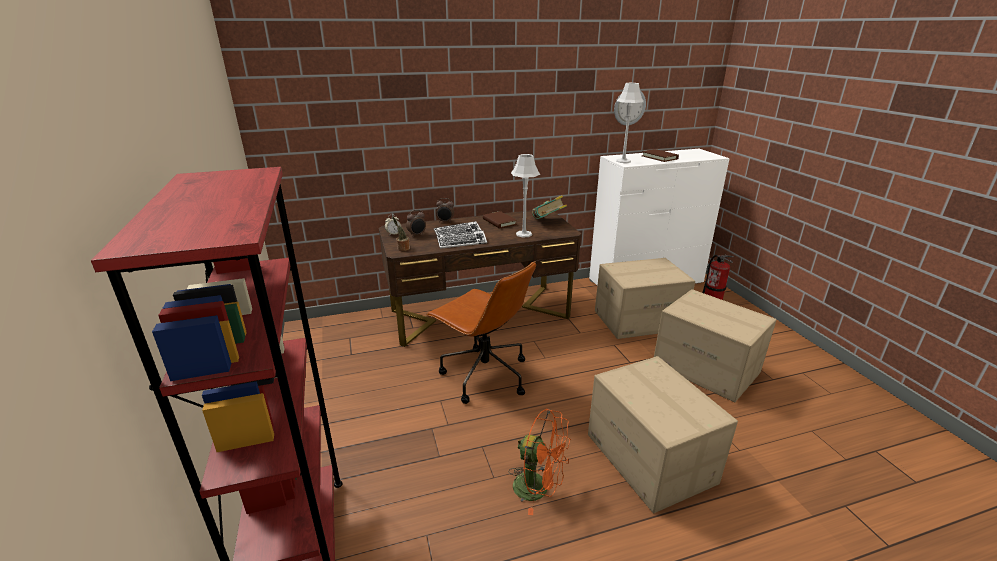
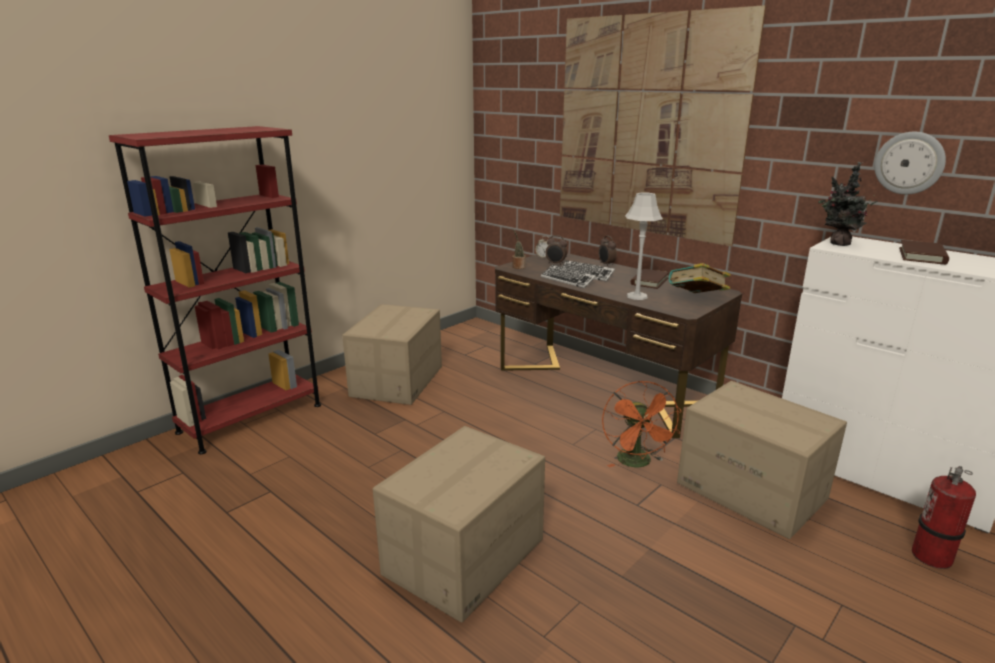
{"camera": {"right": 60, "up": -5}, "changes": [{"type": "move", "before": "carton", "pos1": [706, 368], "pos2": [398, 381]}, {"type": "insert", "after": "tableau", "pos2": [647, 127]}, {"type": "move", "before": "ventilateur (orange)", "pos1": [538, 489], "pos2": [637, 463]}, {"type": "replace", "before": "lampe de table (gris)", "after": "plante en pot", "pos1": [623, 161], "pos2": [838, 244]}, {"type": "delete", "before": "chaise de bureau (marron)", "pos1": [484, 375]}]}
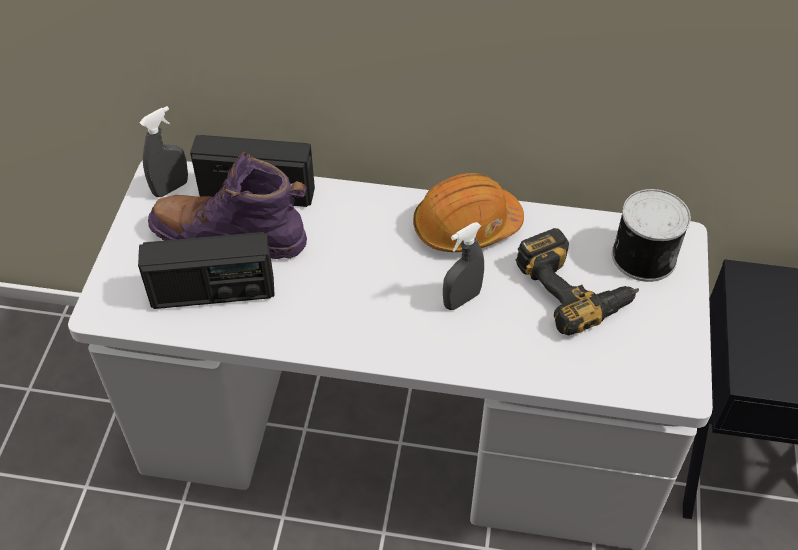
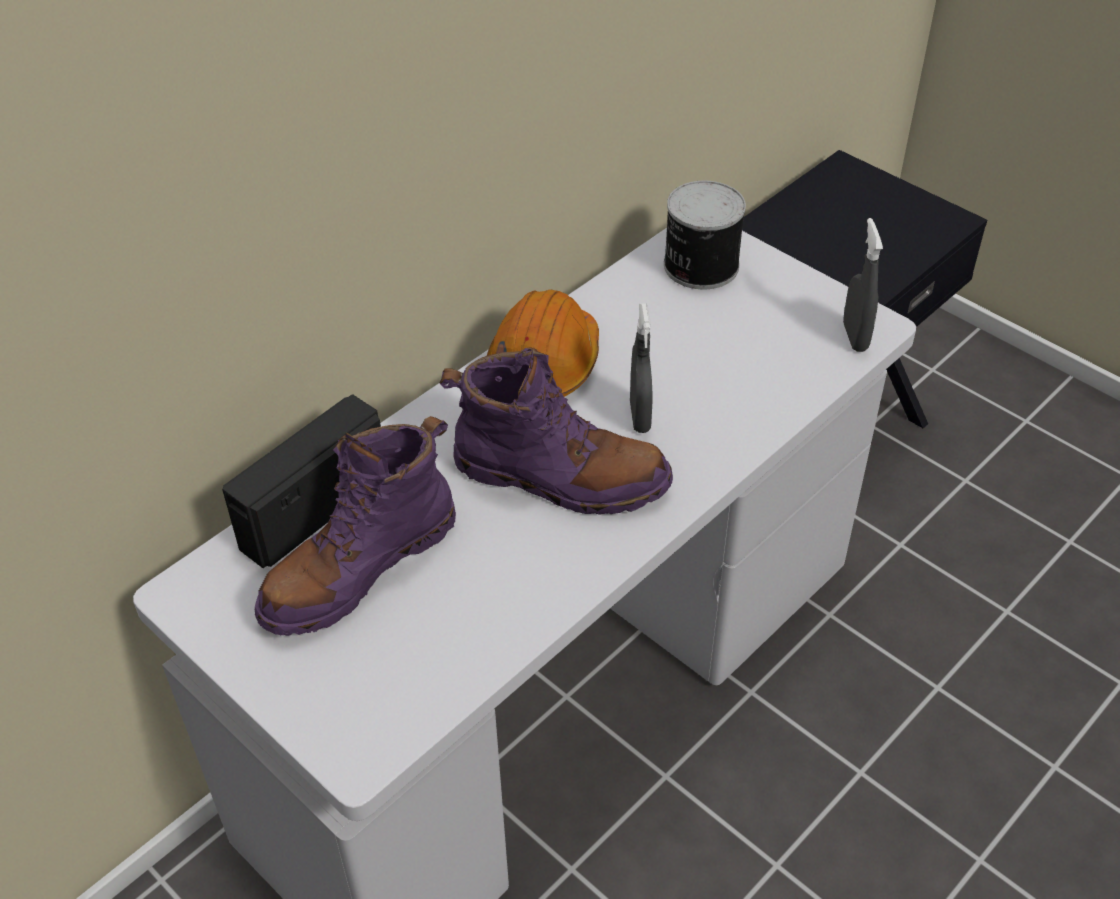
{"camera": {"right": -55, "up": -5}, "changes": [{"type": "insert", "after": "botte (violet)", "pos2": [559, 477]}, {"type": "move", "before": "vaporisateur (gris)", "pos1": [171, 188], "pos2": [855, 337]}, {"type": "delete", "before": "radio", "pos1": [213, 292]}, {"type": "delete", "before": "perceuse", "pos1": [575, 287]}]}
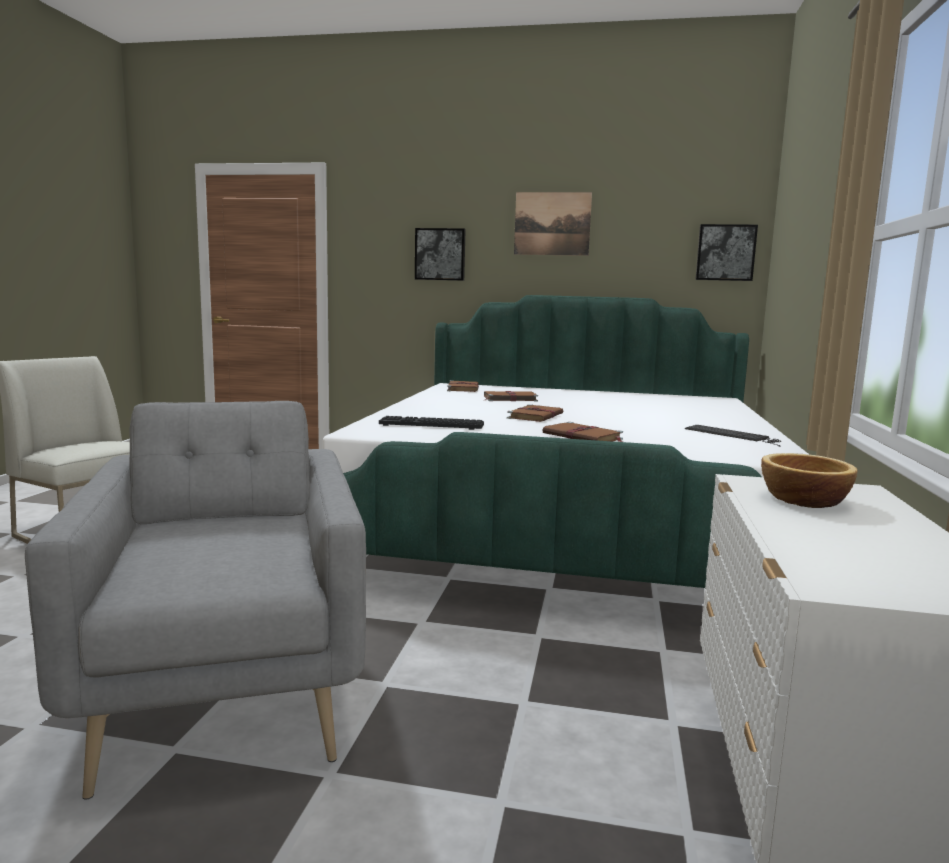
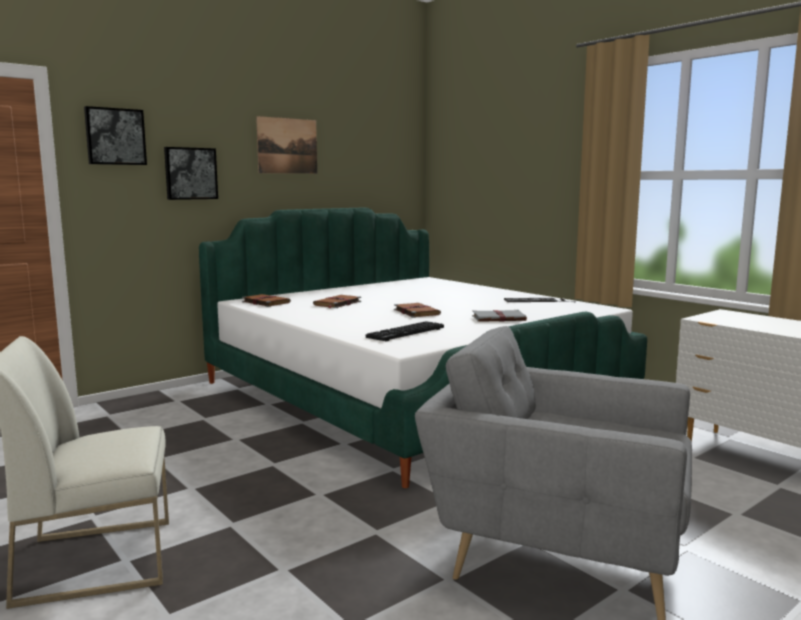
{"camera": {"right": -50, "up": 0}, "changes": [{"type": "move", "before": "tableau", "pos1": [725, 253], "pos2": [115, 136]}, {"type": "recolor", "before": "livre (marron)", "after": "livre (gris)", "pos1": [583, 437], "pos2": [499, 318]}, {"type": "delete", "before": "bol", "pos1": [802, 499]}]}
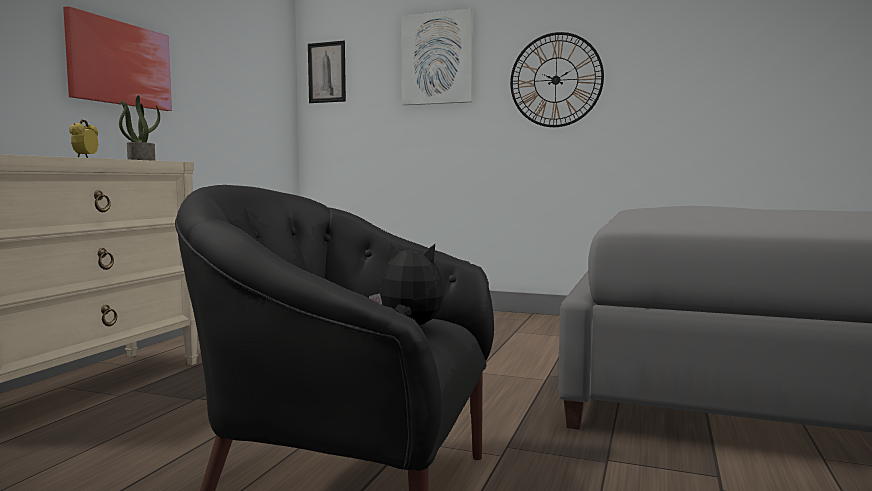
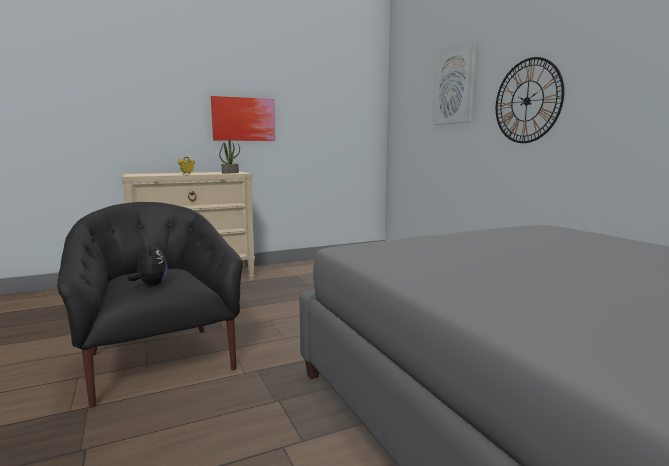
{"camera": {"right": 45, "up": 5}, "changes": [{"type": "delete", "before": "tableau", "pos1": [327, 72]}]}
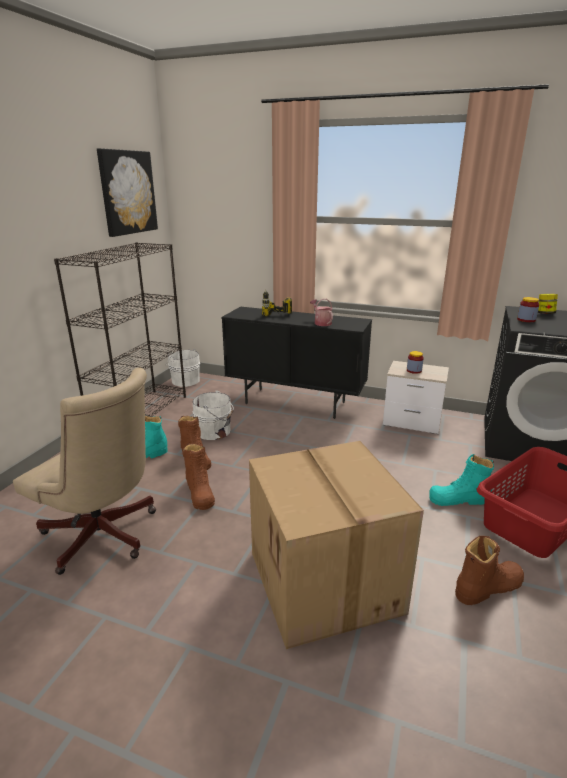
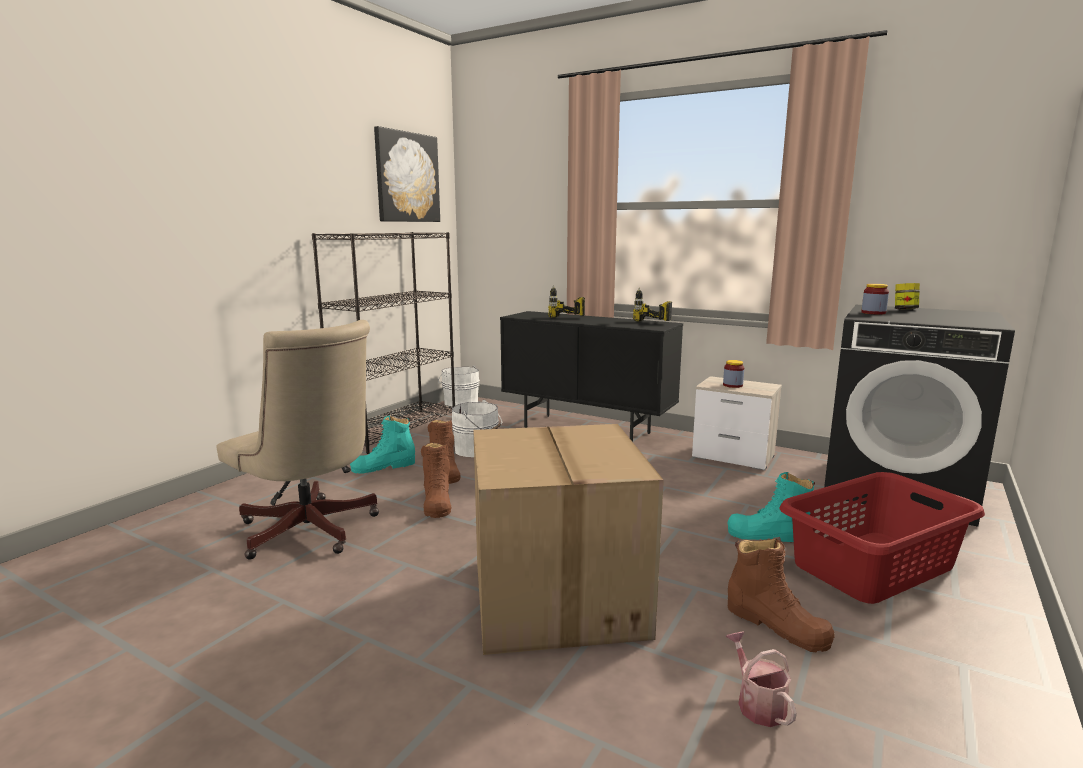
{"camera": {"right": 10, "up": -10}, "changes": [{"type": "insert", "after": "perceuse", "pos2": [647, 323]}, {"type": "move", "before": "arrosoir", "pos1": [321, 323], "pos2": [757, 703]}, {"type": "rotate", "before": "botte (marron)", "pos1": [488, 587], "pos2": [777, 625], "turn": 60}]}
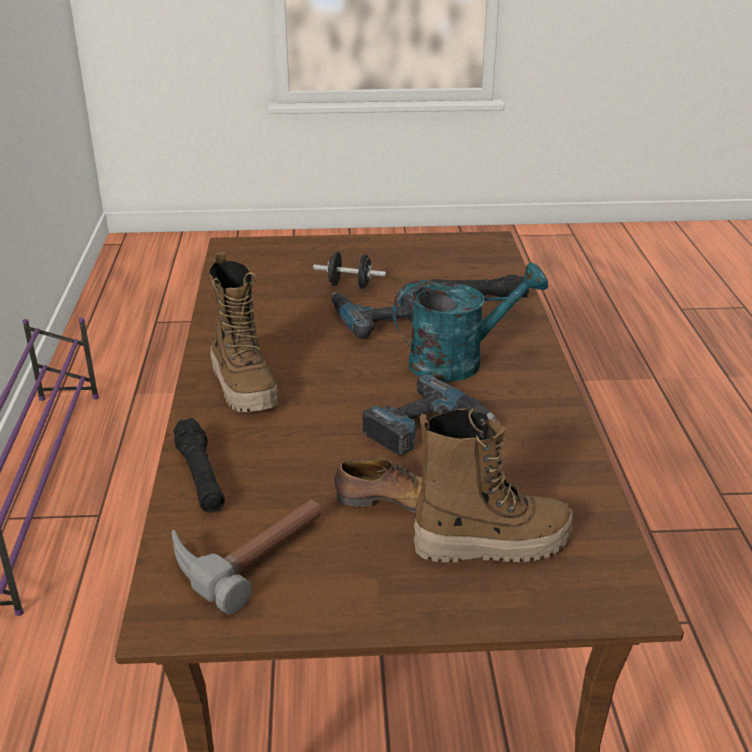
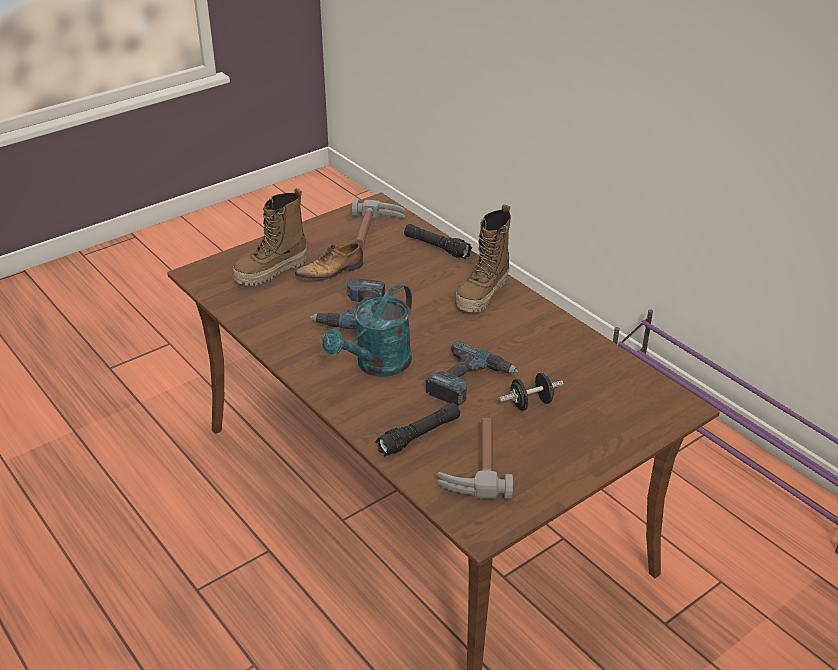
{"camera": {"right": 145, "up": 5}, "changes": [{"type": "insert", "after": "marteau", "pos2": [474, 465]}, {"type": "rotate", "before": "botte", "pos1": [244, 387], "pos2": [483, 295], "turn": -90}]}
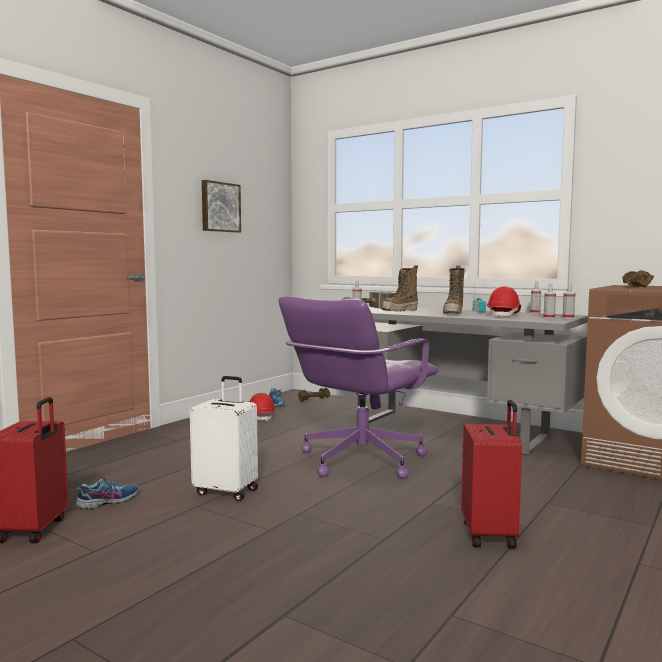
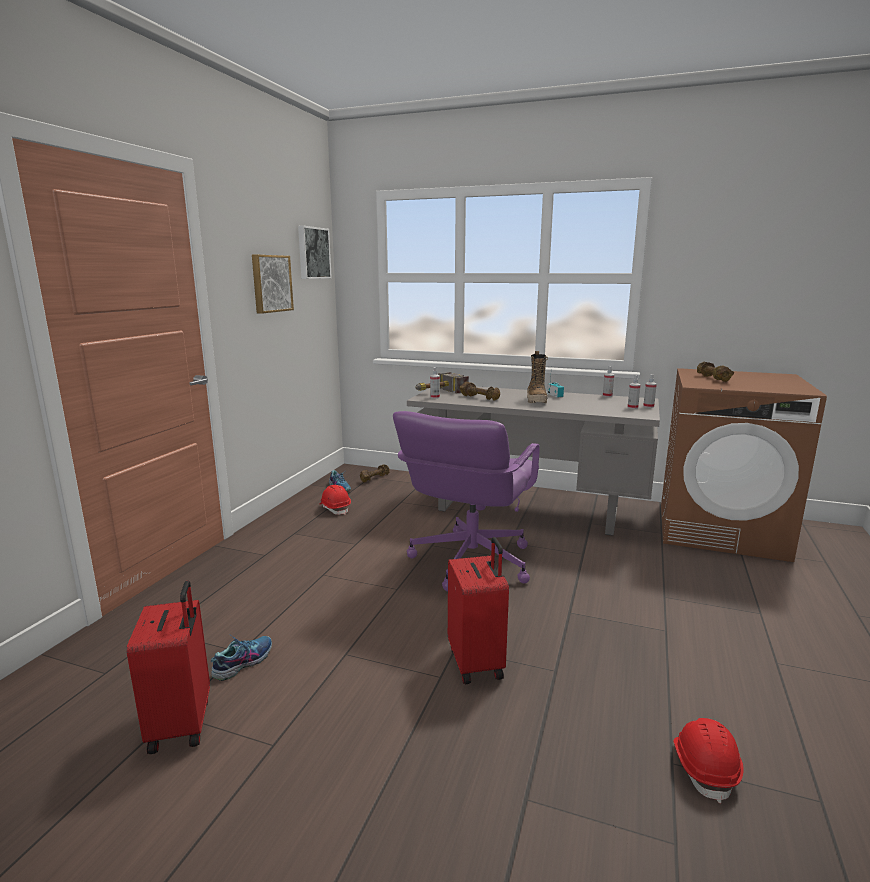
{"camera": {"right": -15, "up": 10}, "changes": [{"type": "insert", "after": "tableau", "pos2": [313, 253]}, {"type": "move", "before": "valise (rouge)", "pos1": [490, 534], "pos2": [477, 662]}, {"type": "replace", "before": "botte", "after": "haltère (marron)", "pos1": [400, 311], "pos2": [480, 398]}, {"type": "move", "before": "casque de chantier (rouge)", "pos1": [504, 315], "pos2": [704, 768]}, {"type": "delete", "before": "valise (blanc)", "pos1": [227, 491]}]}
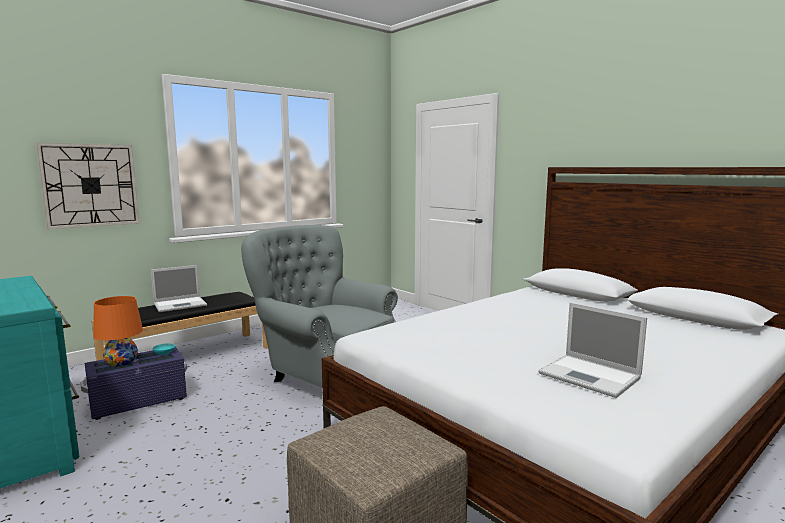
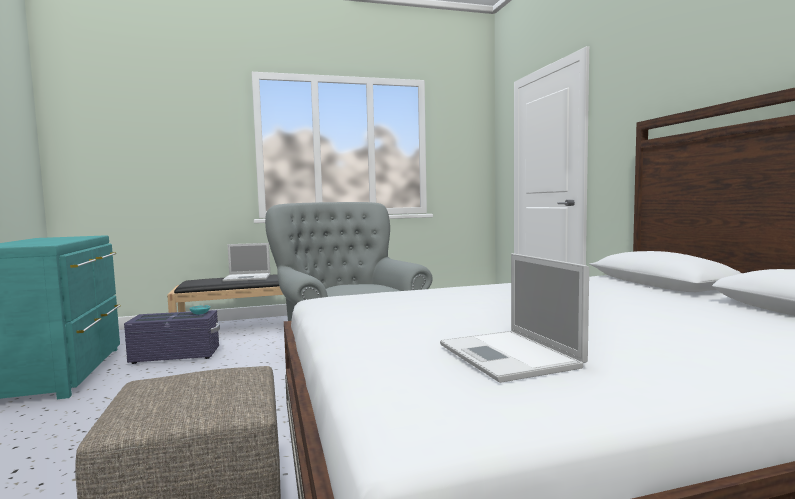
{"camera": {"right": 25, "up": -5}, "changes": [{"type": "delete", "before": "horloge murale", "pos1": [90, 185]}, {"type": "delete", "before": "lampe de table (orange)", "pos1": [121, 362]}]}
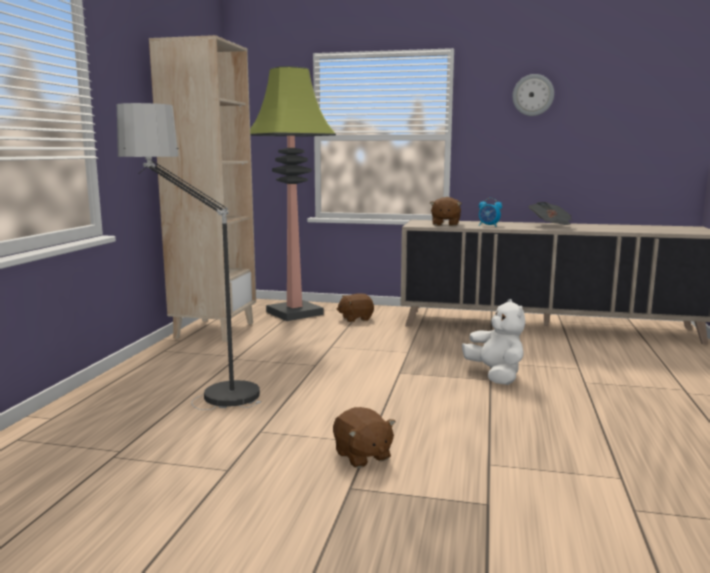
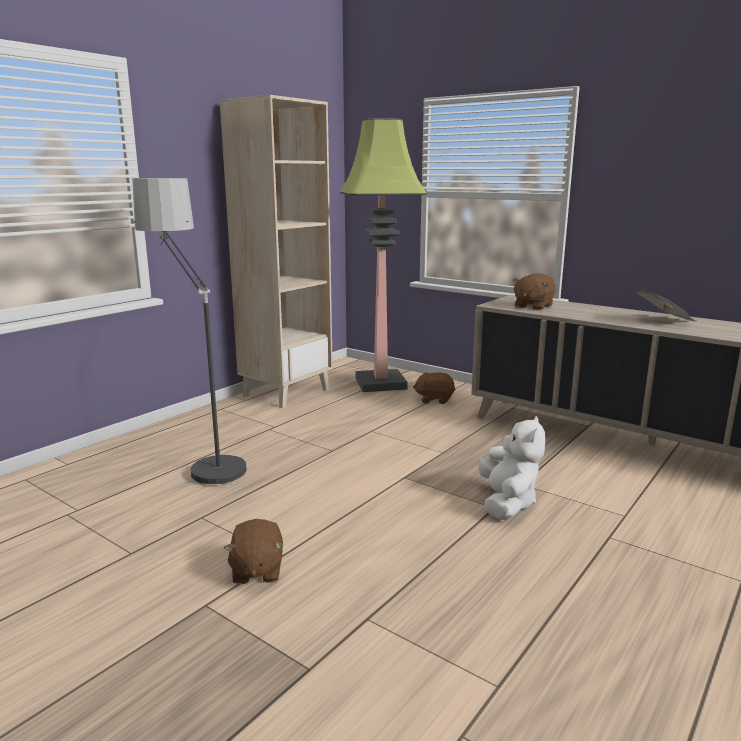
{"camera": {"right": 25, "up": 5}, "changes": [{"type": "delete", "before": "réveil", "pos1": [488, 226]}, {"type": "delete", "before": "horloge murale", "pos1": [533, 95]}]}
